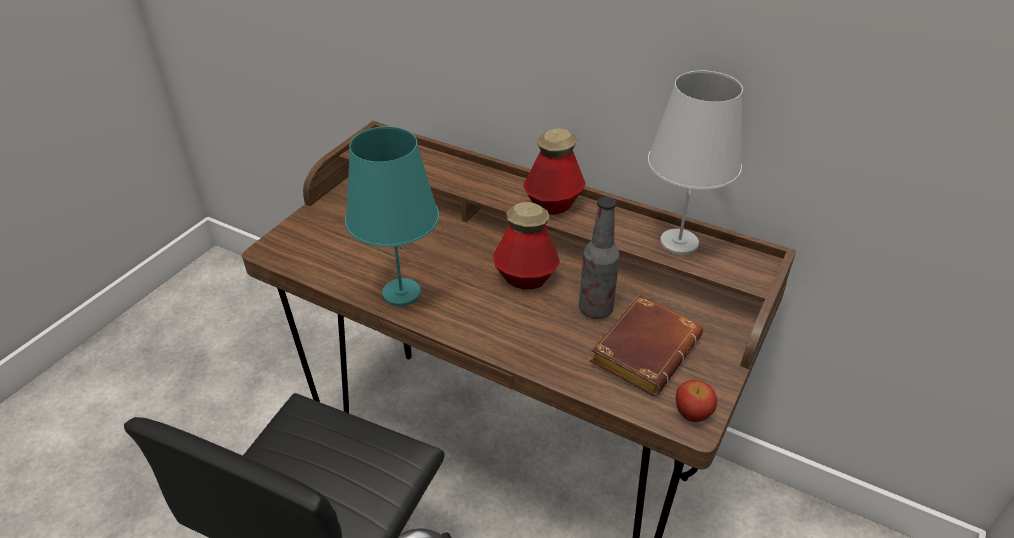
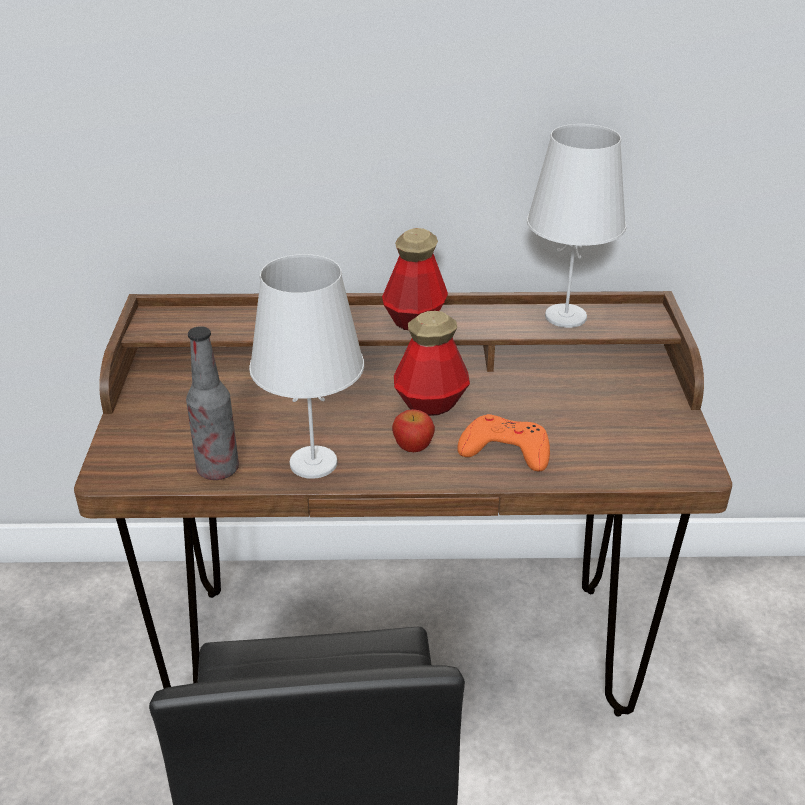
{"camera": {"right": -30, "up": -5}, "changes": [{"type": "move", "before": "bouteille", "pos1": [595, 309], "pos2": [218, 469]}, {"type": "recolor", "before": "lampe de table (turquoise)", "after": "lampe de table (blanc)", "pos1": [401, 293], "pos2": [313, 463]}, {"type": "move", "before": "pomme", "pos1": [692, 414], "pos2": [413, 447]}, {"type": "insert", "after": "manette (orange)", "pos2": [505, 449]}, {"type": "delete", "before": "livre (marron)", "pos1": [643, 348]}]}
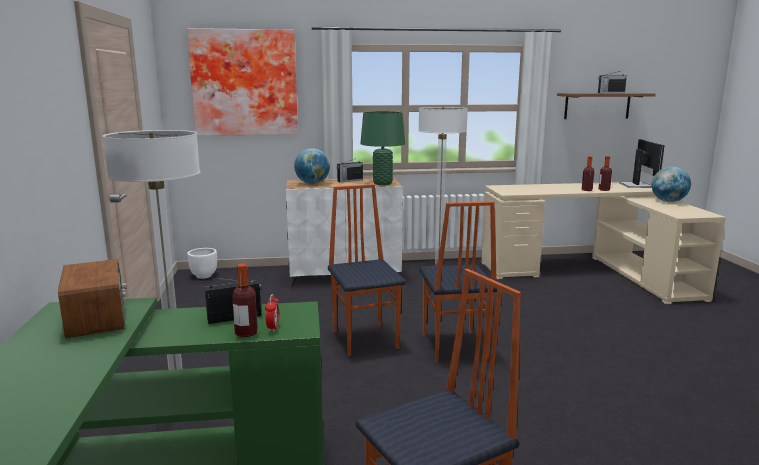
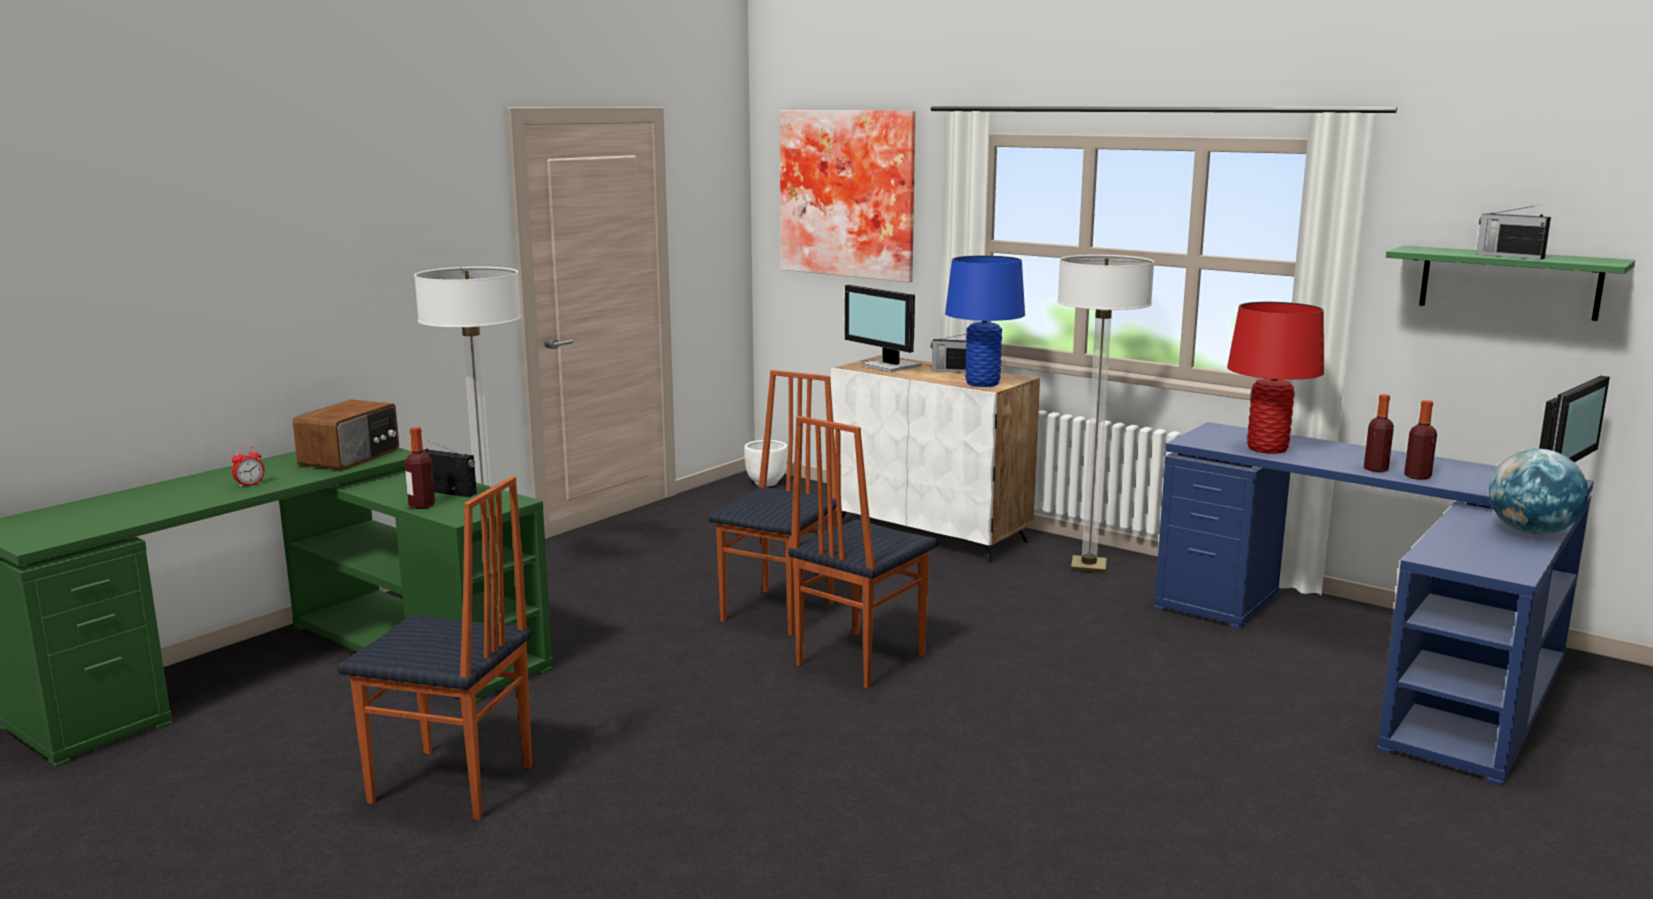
{"camera": {"right": 45, "up": 0}, "changes": [{"type": "move", "before": "réveil", "pos1": [273, 328], "pos2": [249, 485]}, {"type": "replace", "before": "globe", "after": "écran d'ordinateur", "pos1": [312, 183], "pos2": [889, 366]}, {"type": "recolor", "before": "lampe de table (vert)", "after": "lampe de table (bleu)", "pos1": [382, 183], "pos2": [982, 383]}, {"type": "recolor", "before": "bureau (beige)", "after": "bureau (bleu)", "pos1": [593, 272], "pos2": [1379, 658]}, {"type": "insert", "after": "lampe de table (rouge)", "pos2": [1267, 449]}, {"type": "recolor", "before": "étagère (marron)", "after": "étagère (vert)", "pos1": [597, 105], "pos2": [1509, 282]}]}
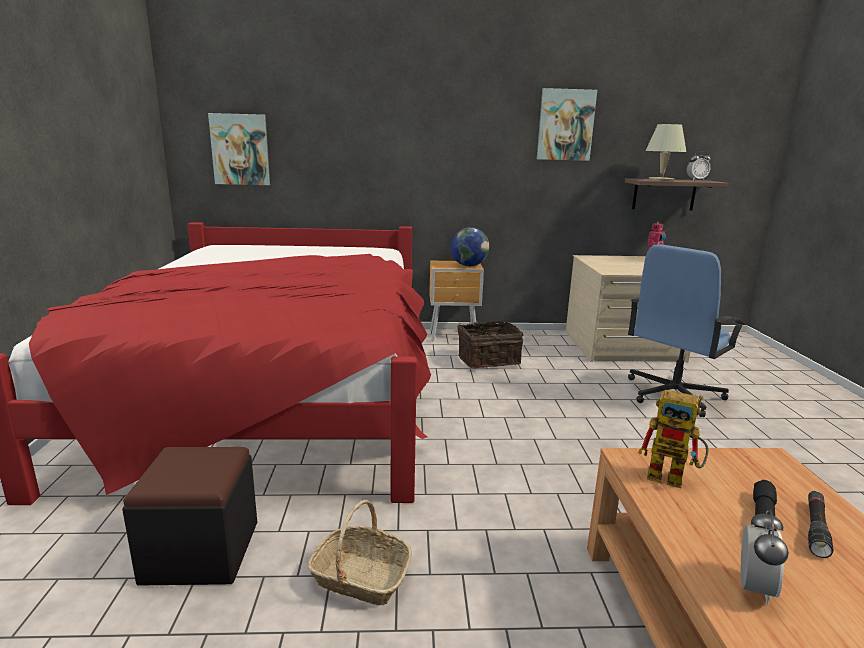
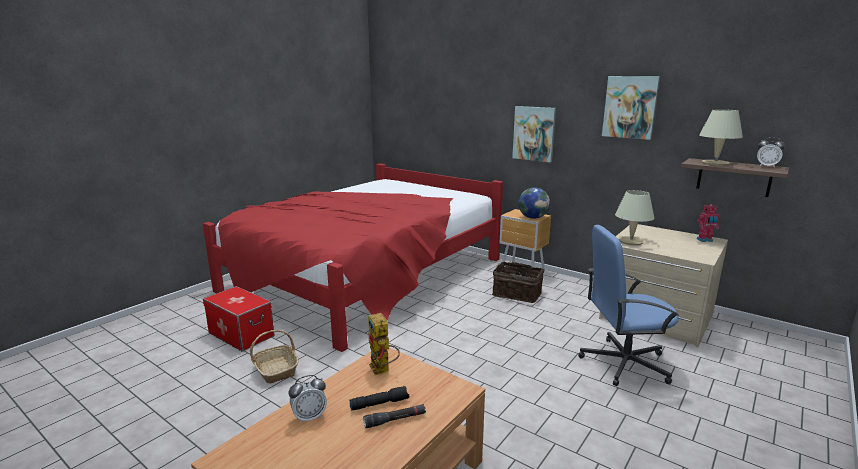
{"camera": {"right": 40, "up": 0}, "changes": [{"type": "replace", "before": "pouf (noir)", "after": "boîte de rangement", "pos1": [201, 552], "pos2": [242, 334]}, {"type": "move", "before": "tableau", "pos1": [240, 149], "pos2": [534, 133]}, {"type": "insert", "after": "lampe de table (beige)", "pos2": [631, 241]}]}
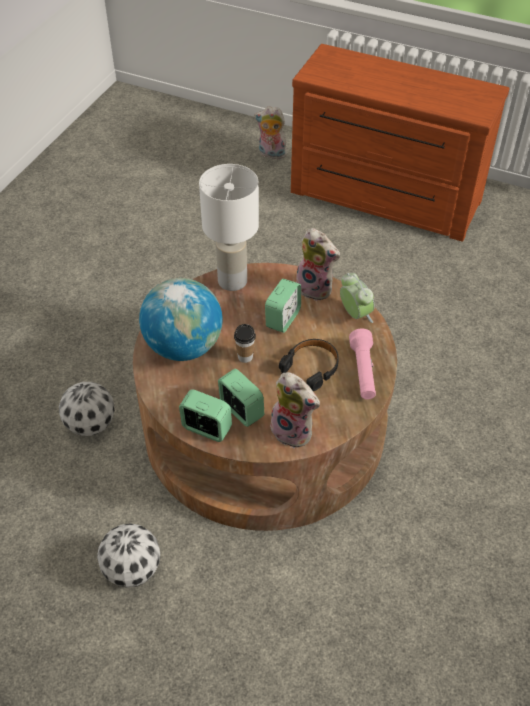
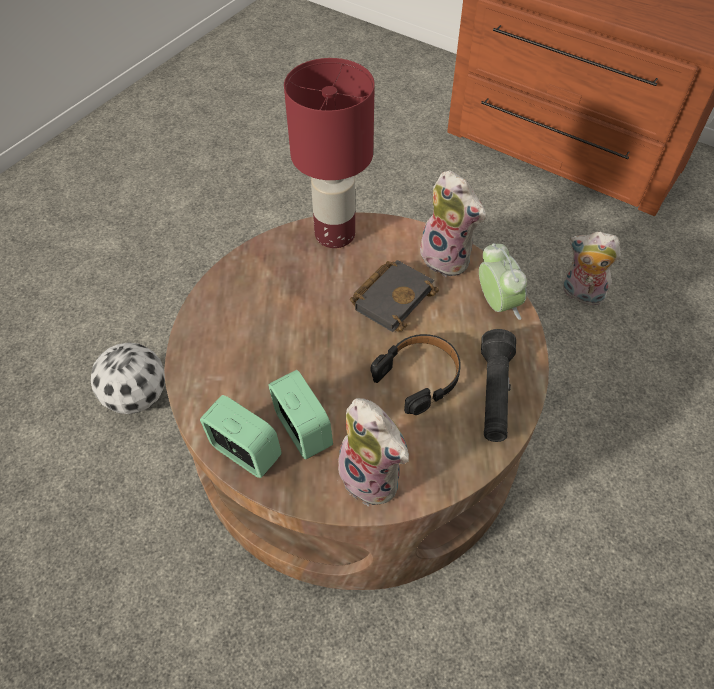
{"camera": {"right": 10, "up": 5}, "changes": [{"type": "recolor", "before": "lampe de table (blanc)", "after": "lampe de table (rouge)", "pos1": [232, 281], "pos2": [334, 234]}, {"type": "replace", "before": "réveil", "after": "livre (noir)", "pos1": [283, 319], "pos2": [392, 297]}, {"type": "recolor", "before": "lampe de poche (rose)", "after": "lampe de poche (noir)", "pos1": [363, 372], "pos2": [494, 394]}, {"type": "move", "before": "peluche", "pos1": [271, 154], "pos2": [580, 294]}, {"type": "delete", "before": "ballon de foot", "pos1": [133, 569]}, {"type": "delete", "before": "globe", "pos1": [183, 347]}, {"type": "delete", "before": "tasse", "pos1": [245, 357]}]}
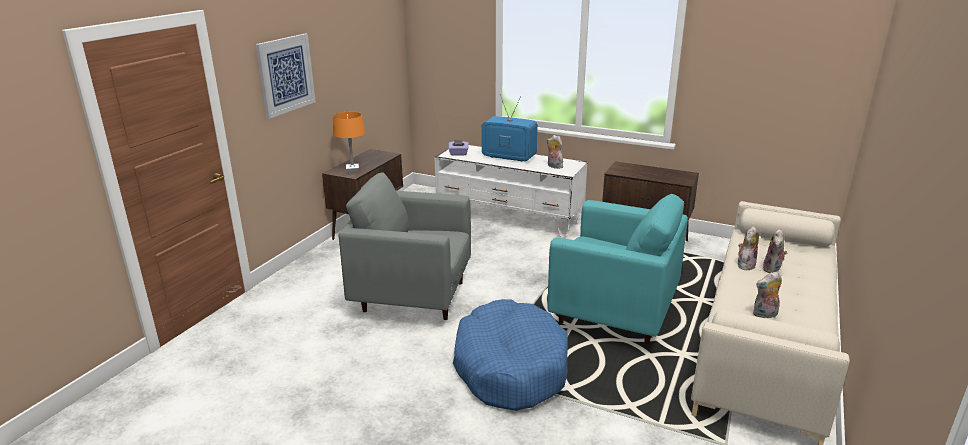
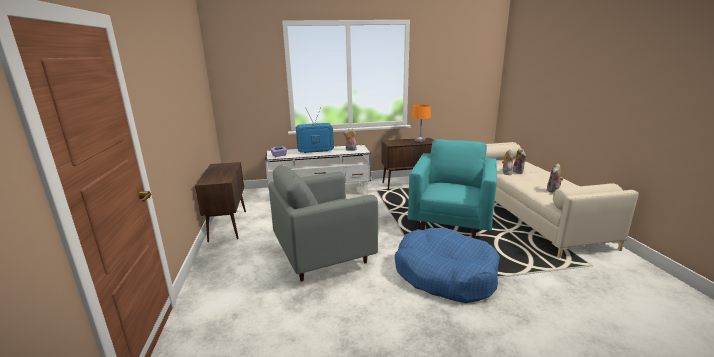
{"camera": {"right": -35, "up": -5}, "changes": [{"type": "rotate", "before": "fauteuil (turquoise)", "pos1": [613, 315], "pos2": [450, 224], "turn": -60}, {"type": "move", "before": "lampe de table (orange)", "pos1": [352, 170], "pos2": [420, 140]}, {"type": "delete", "before": "tableau", "pos1": [286, 74]}]}
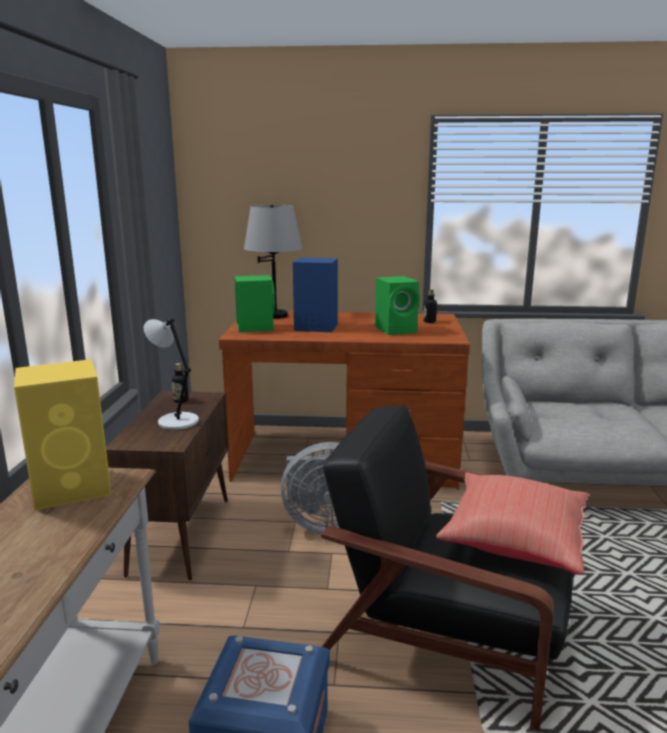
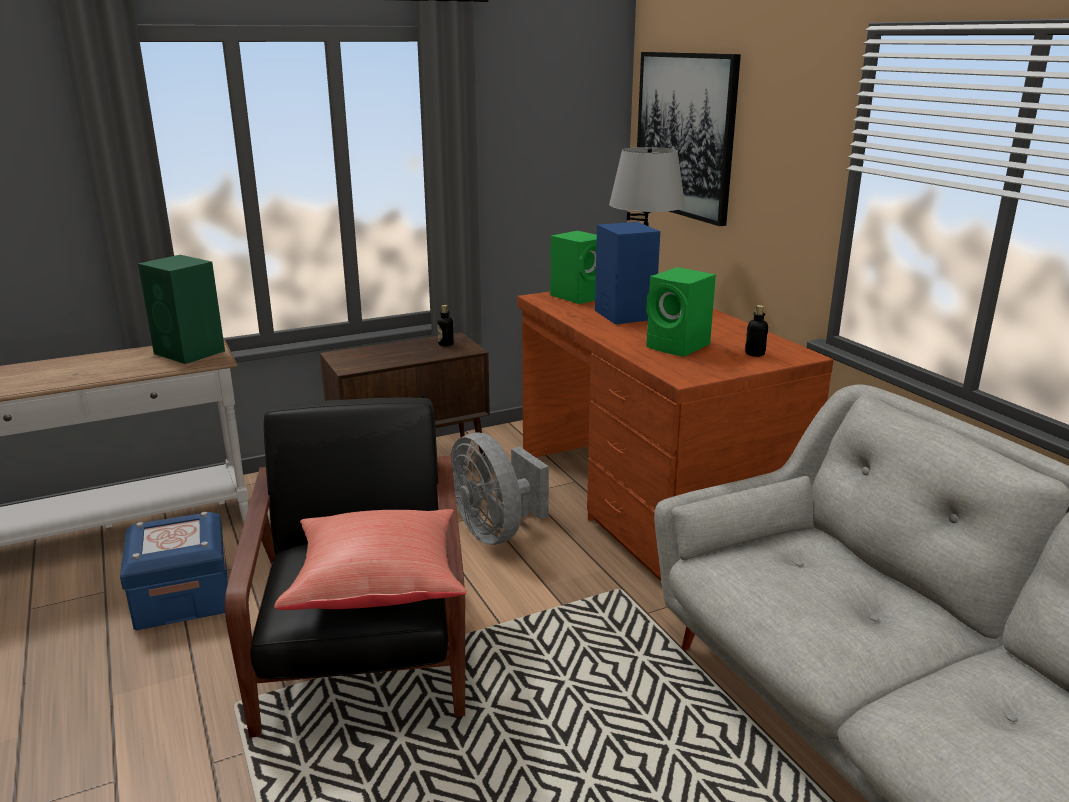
{"camera": {"right": 60, "up": 5}, "changes": [{"type": "recolor", "before": "enceinte (jaune)", "after": "enceinte (vert)", "pos1": [74, 487], "pos2": [190, 352]}, {"type": "insert", "after": "tableau", "pos2": [685, 135]}, {"type": "delete", "before": "lampe de table (gris)", "pos1": [176, 421]}]}
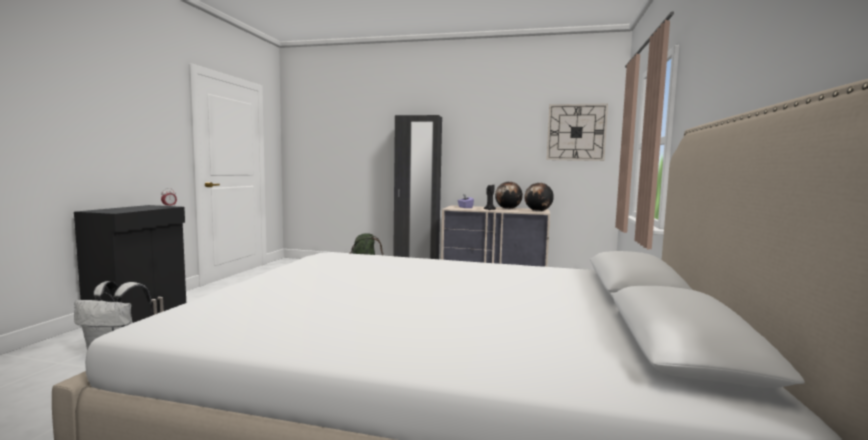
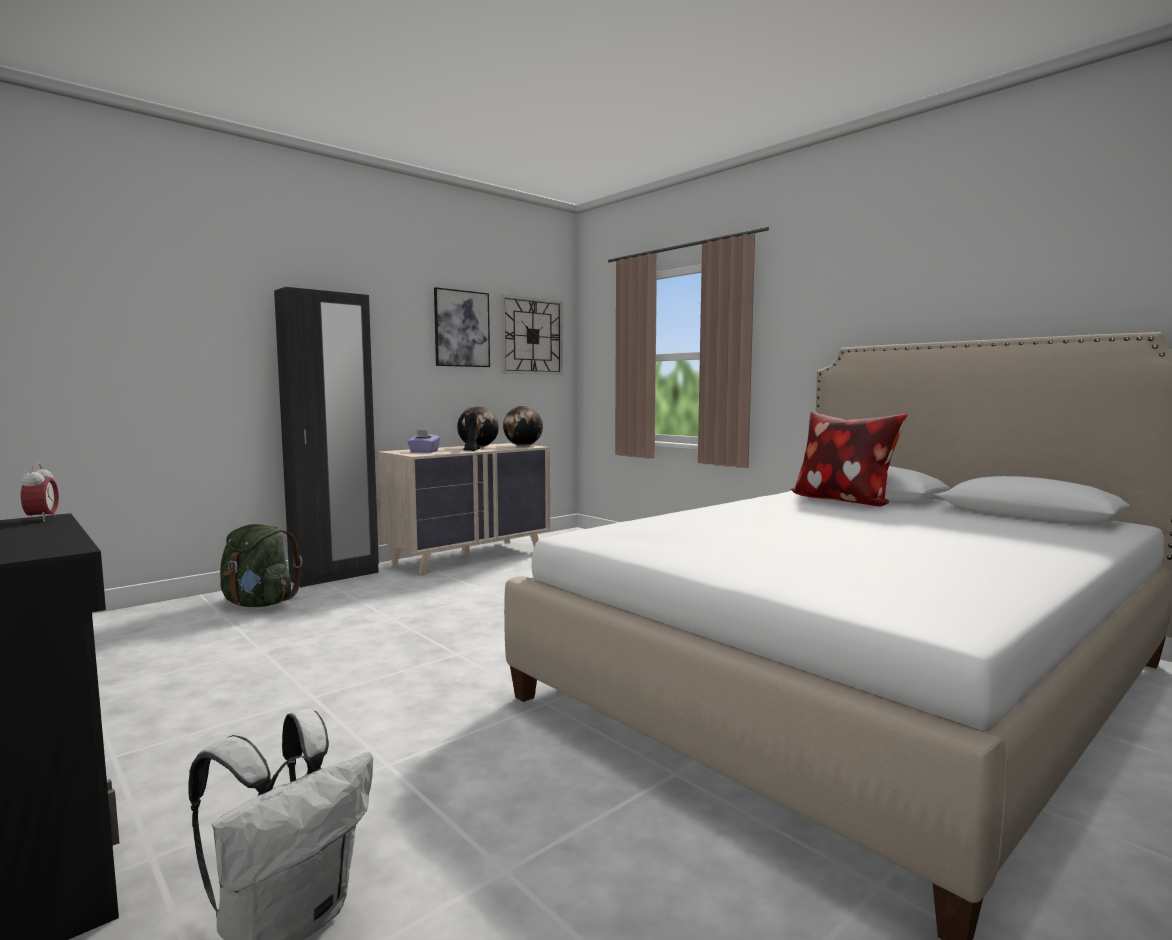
{"camera": {"right": -55, "up": 0}, "changes": [{"type": "insert", "after": "tableau", "pos2": [462, 328]}, {"type": "insert", "after": "coussin", "pos2": [843, 501]}]}
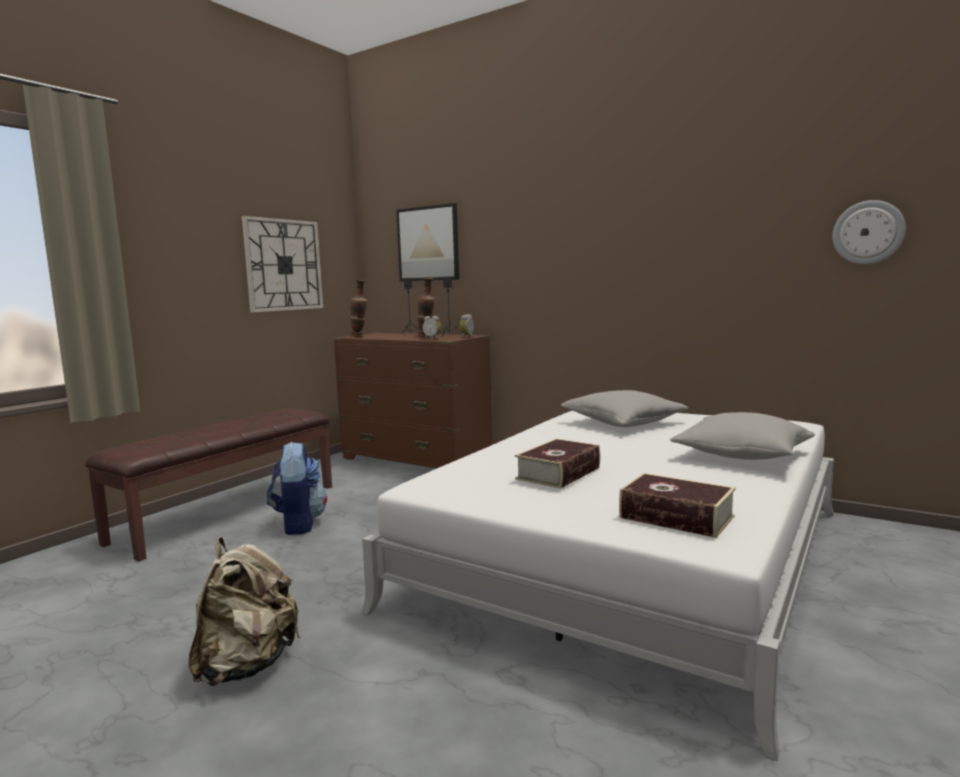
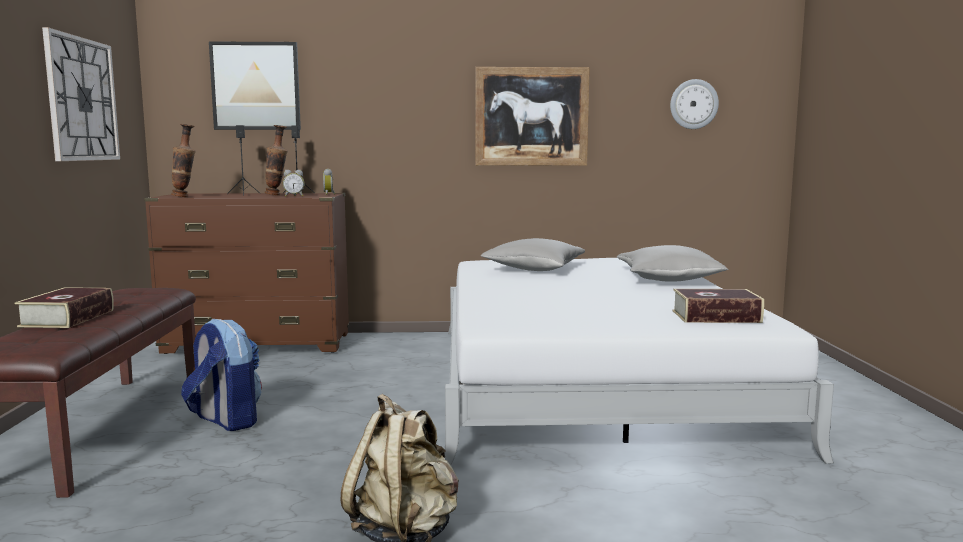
{"camera": {"right": -35, "up": 0}, "changes": [{"type": "move", "before": "livre", "pos1": [558, 473], "pos2": [68, 318]}, {"type": "insert", "after": "tableau", "pos2": [531, 117]}]}
